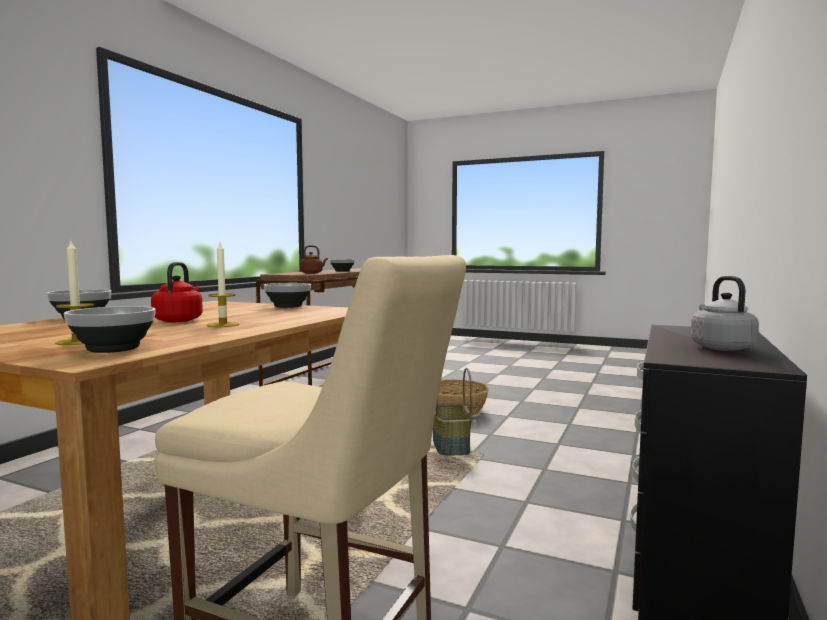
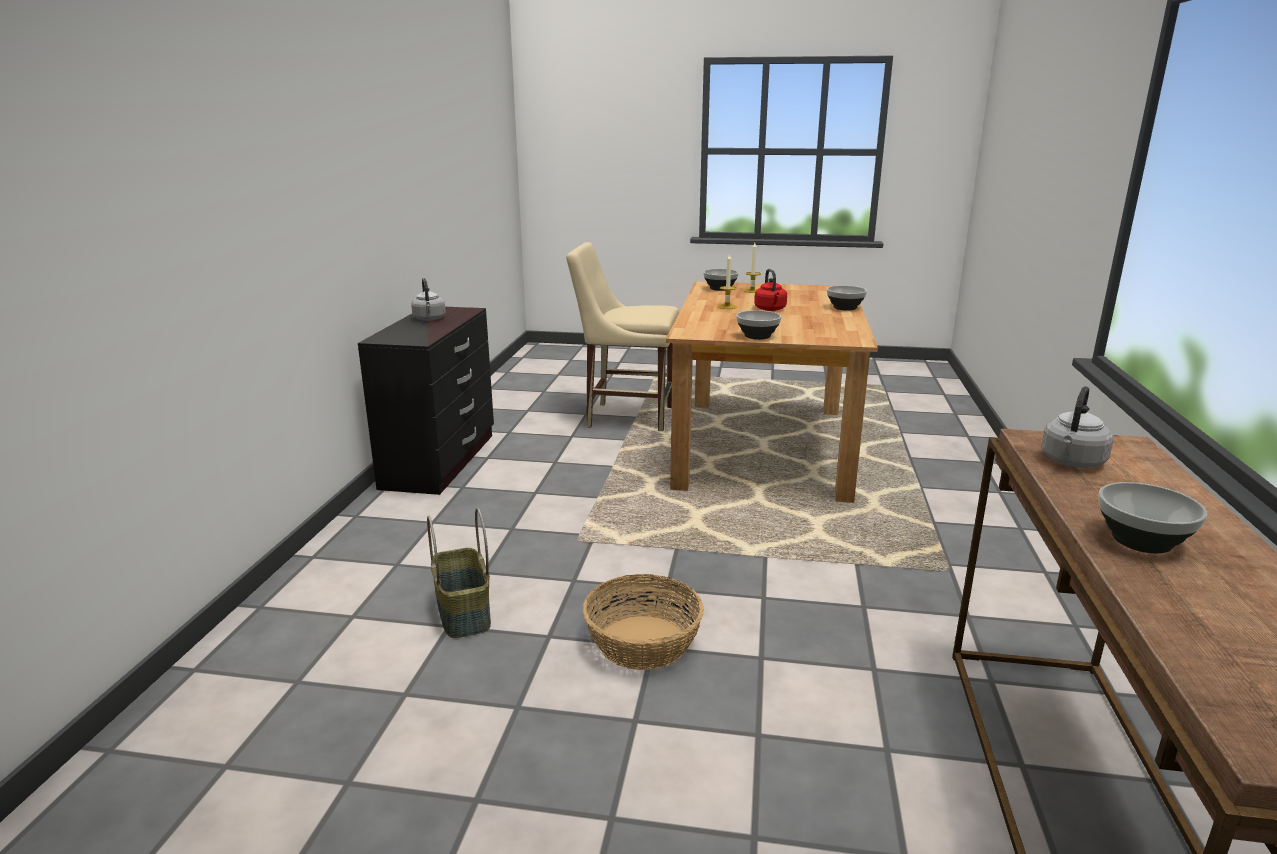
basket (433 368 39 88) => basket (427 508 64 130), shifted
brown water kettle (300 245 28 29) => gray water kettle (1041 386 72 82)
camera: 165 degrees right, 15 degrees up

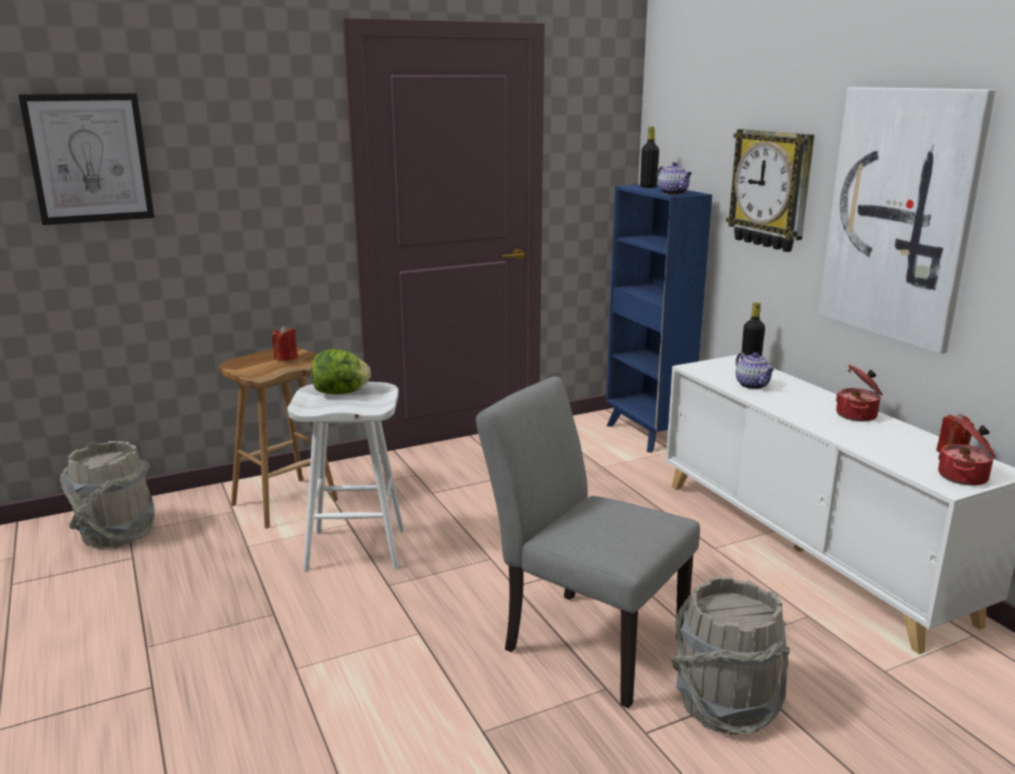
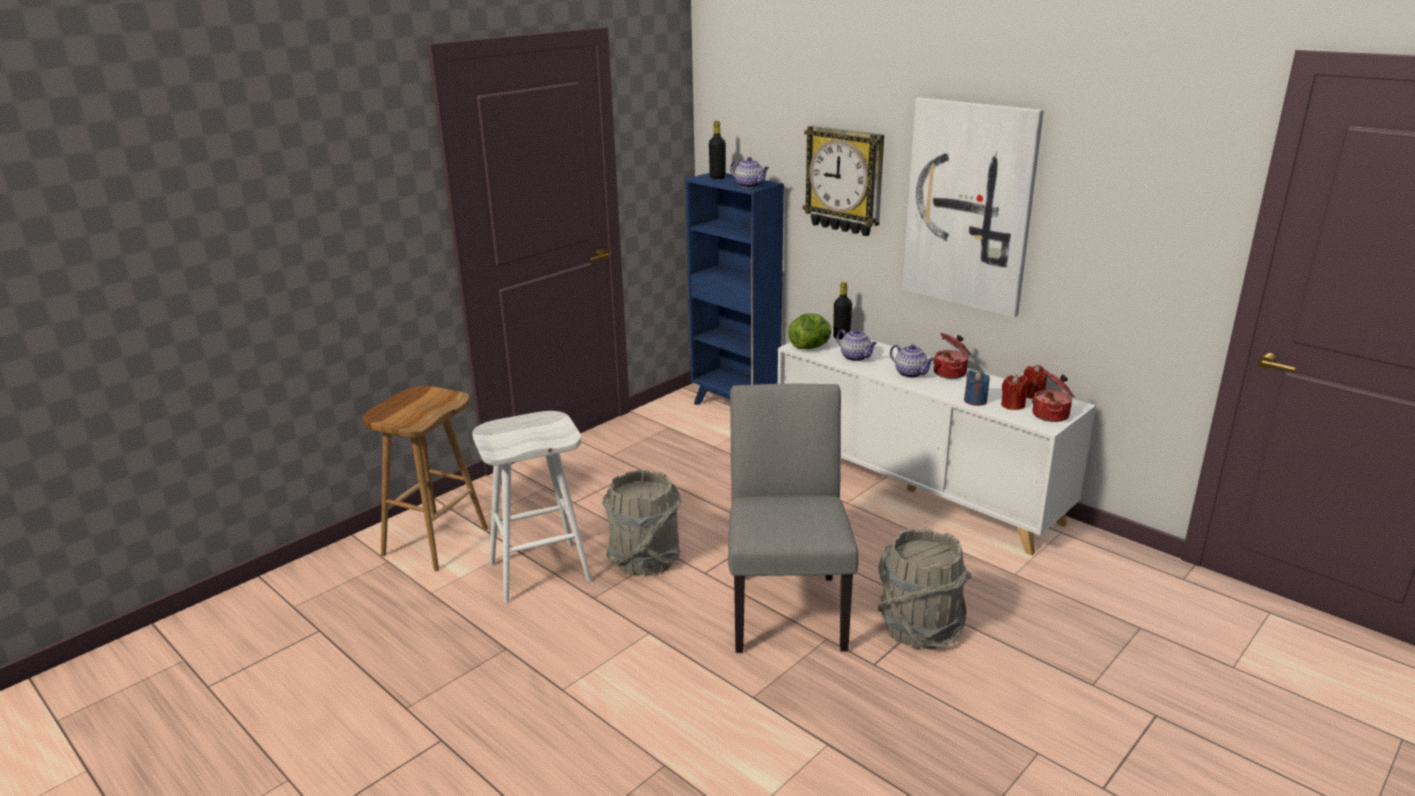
gray pail (60 441 95 107) => gray pail (602 470 80 106), shifted
gray chair (476 377 224 332) => gray chair (728 384 131 269), 75 degrees clockwise
head of lettuce (311 349 60 45) => head of lettuce (788 314 44 35), shifted
nothing => pot for tea (890 344 45 34)
nothing => bluish wax light (964 370 26 36)
reddish wax light (272 326 26 35) => reddish wax light (1001 374 27 36), shifted
wall art (18 93 136 132) => nothing
camera: 20 degrees left, 5 degrees up

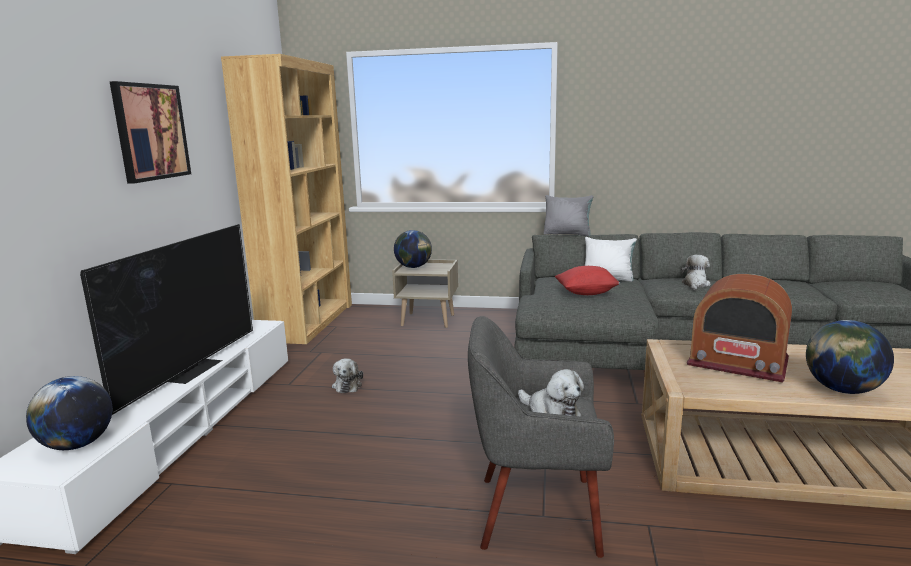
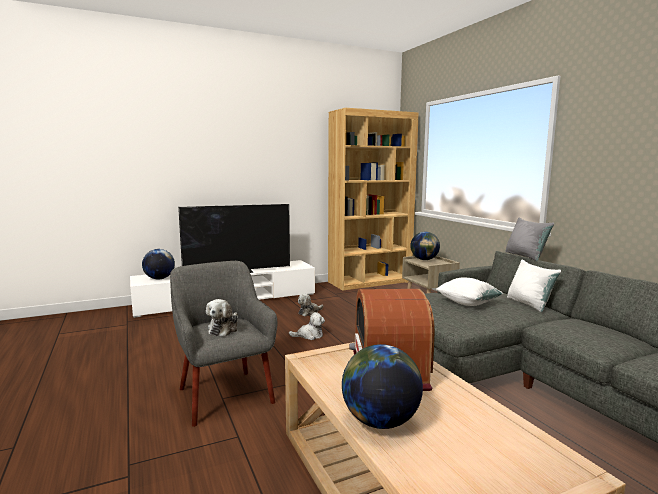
cuddly toy (681 255 29 35) => cuddly toy (289 312 36 28), shifted
reddish throw pillow (555 266 65 29) => white throw pillow (436 278 68 28)
wall art (110 81 81 103) => nothing
camera: 55 degrees right, 5 degrees down

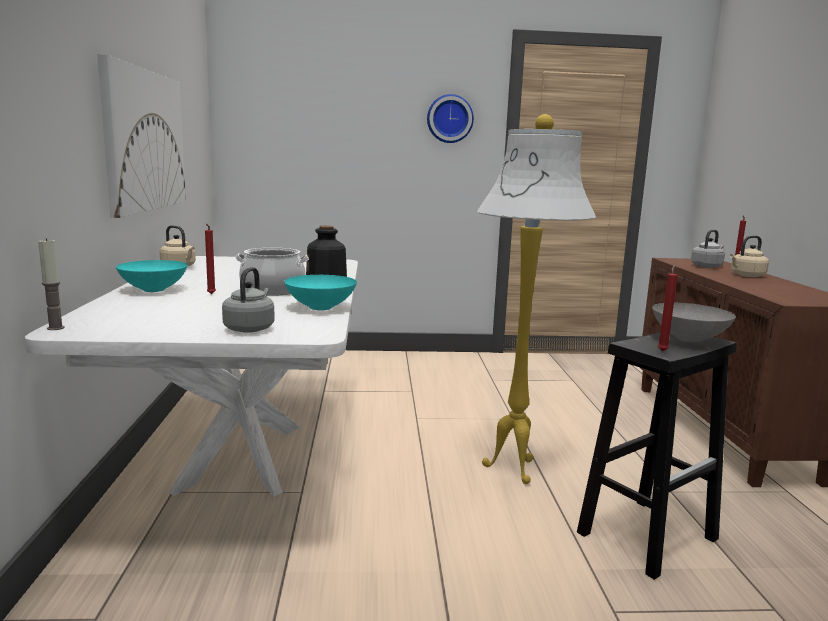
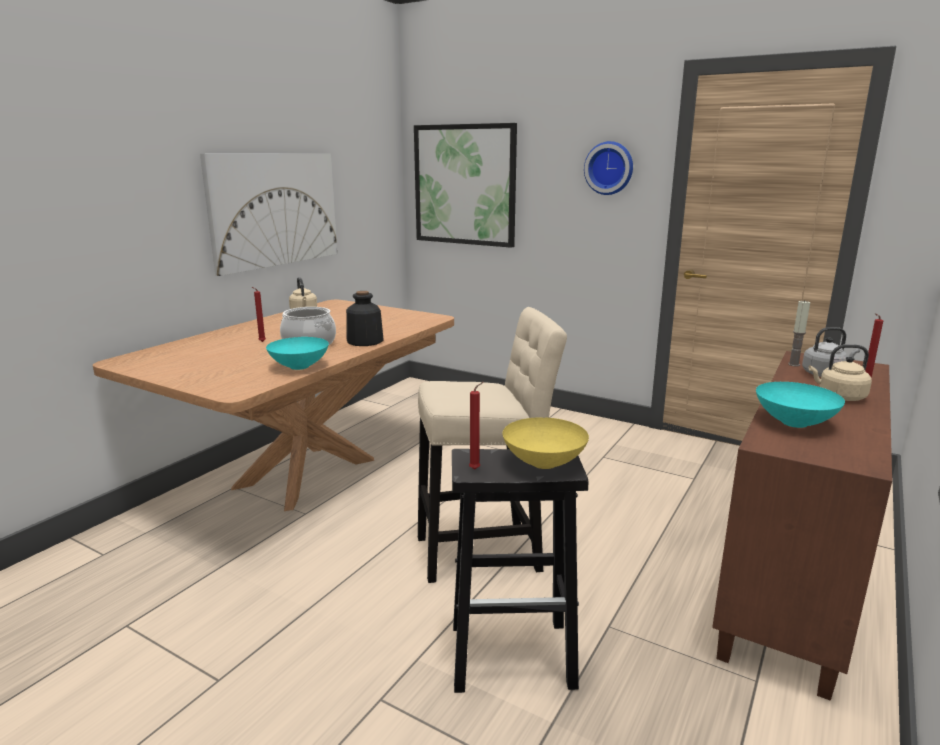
white dinner table (25 256 333 241) => brown dinner table (93 300 361 211)
nothing => wall art (414 123 103 125)
white floor lamp (477 114 119 370) => sand-coloured stool (418 307 149 276)
gray deep dish (652 303 84 39) => yellowish deep dish (502 417 87 52)
turquoise deep dish (116 260 72 32) => turquoise deep dish (756 382 89 46), shifted
wax light (38 238 26 92) => wax light (788 300 22 66), shifted
gray water kettle (222 267 53 66) => nothing
camera: 35 degrees right, 5 degrees up

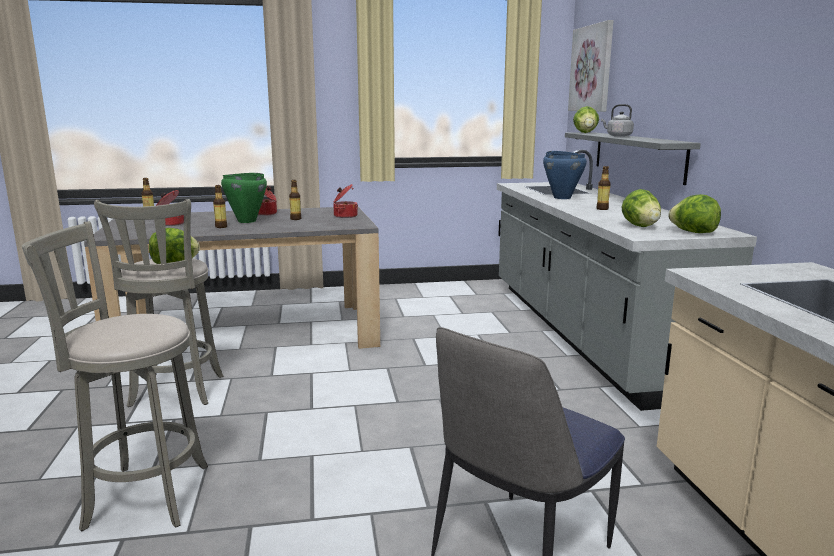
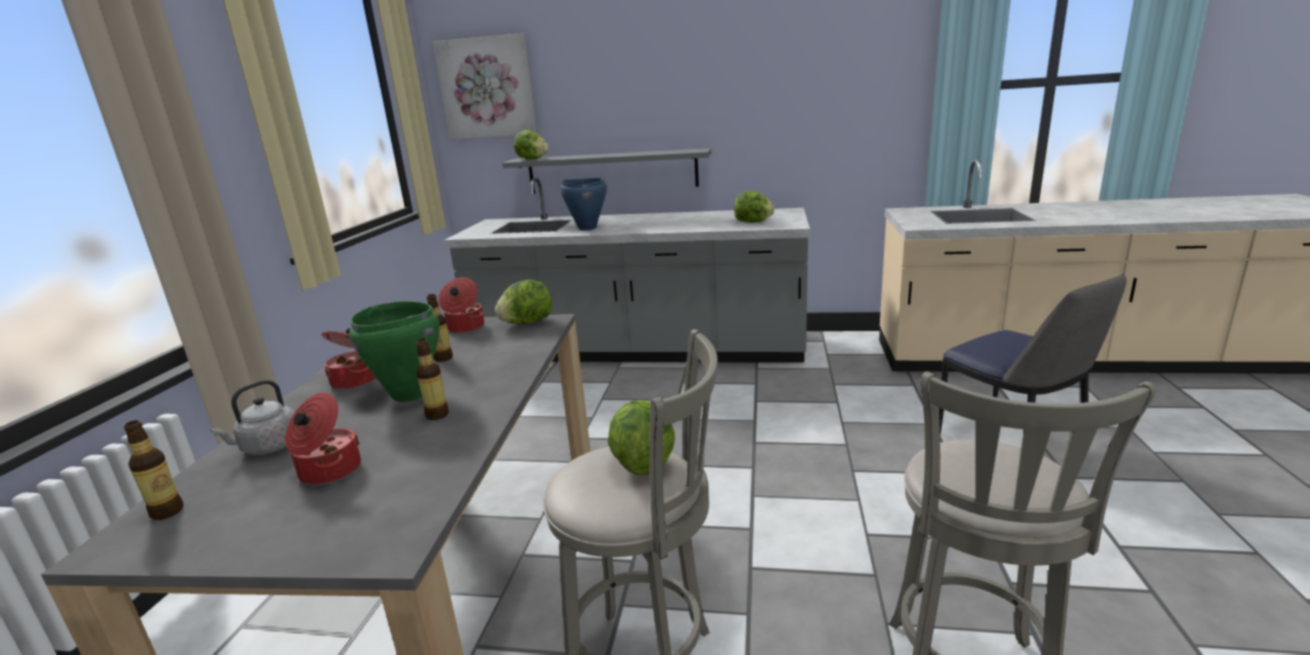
gray water kettle (601 104 33 33) => gray water kettle (210 380 85 75), shifted
head of lettuce (668 194 53 39) => head of lettuce (495 280 57 44), shifted
beverage bottle (596 166 15 44) => nothing
camera: 70 degrees left, 5 degrees up

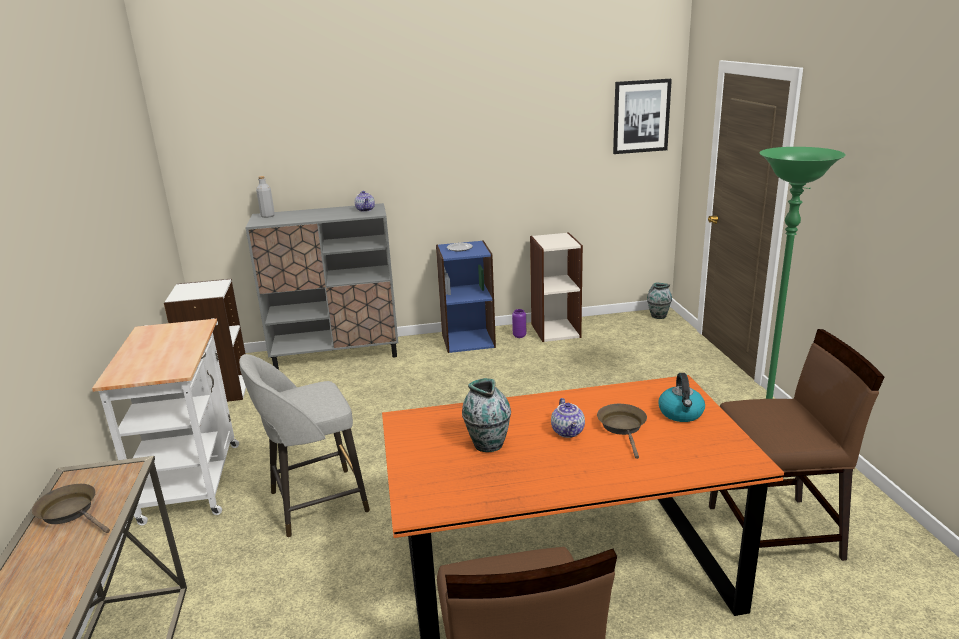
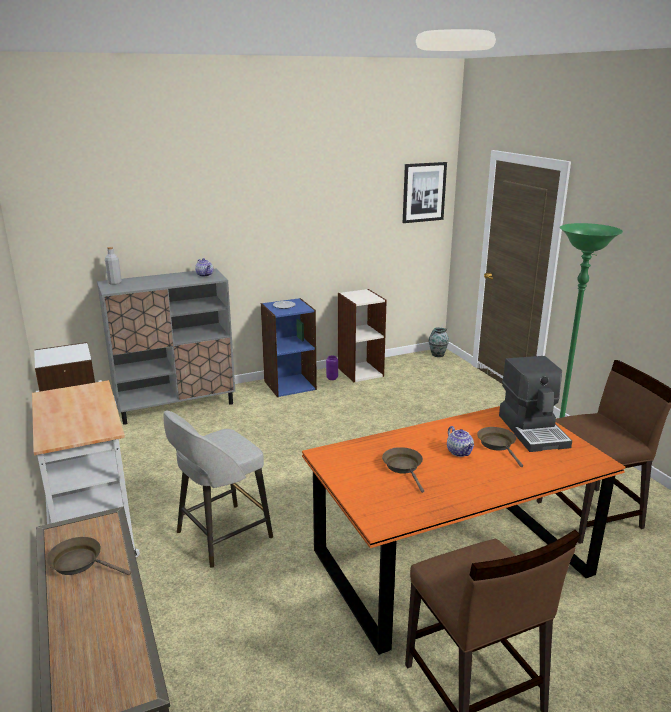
vase (462 378 49 74) => brown skillet (382 447 42 46)
water kettle (658 373 47 49) => coffee machine (499 356 73 96)
camera: 15 degrees left, 0 degrees up

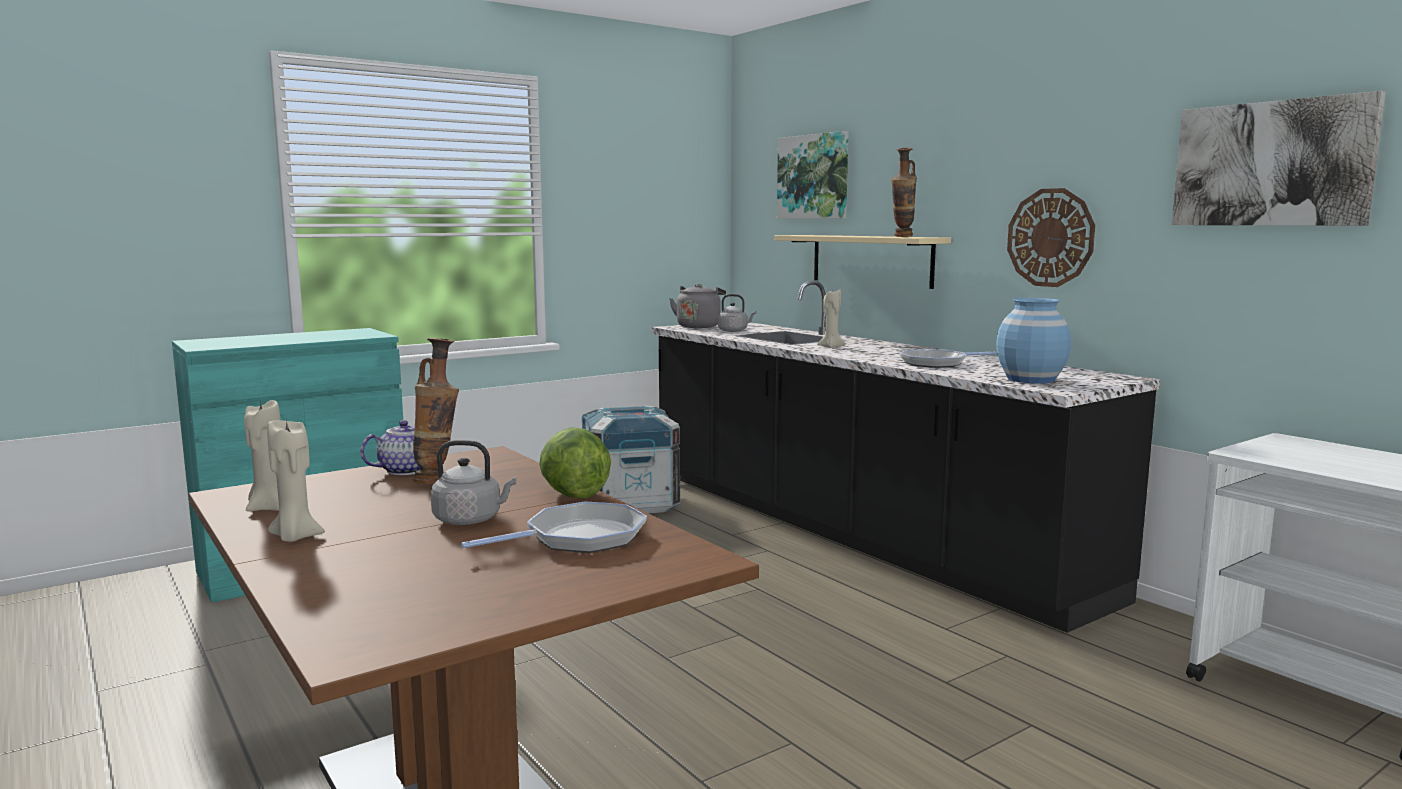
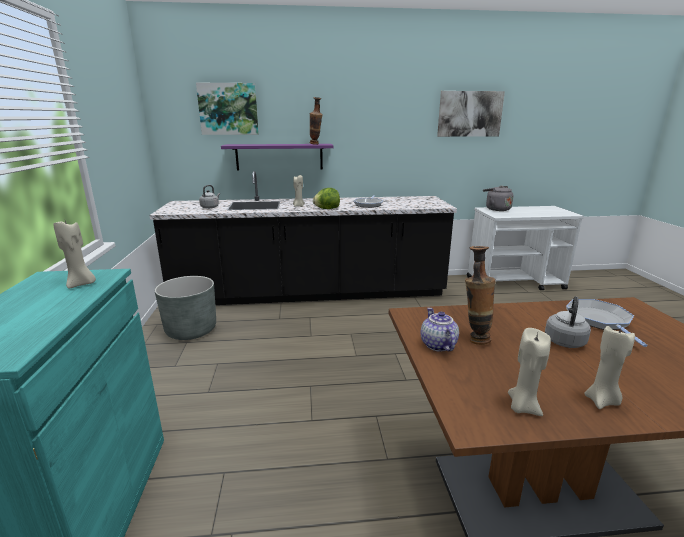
nothing => sand-coloured wax light (53 221 43 67)
shipping crate (582 405 98 108) => gray flower pot (155 276 61 64)
sand-coloured wall shelf (774 235 177 54) => purple-coloured wall shelf (221 144 112 27)
head of lettuce (539 427 72 72) => head of lettuce (313 188 27 21), shifted
gray water kettle (669 284 57 44) => gray water kettle (483 186 31 25), shifted
bluish vase (996 298 75 86) => nothing
clock on the wall (1007 188 88 99) => nothing
camera: 60 degrees left, 10 degrees up

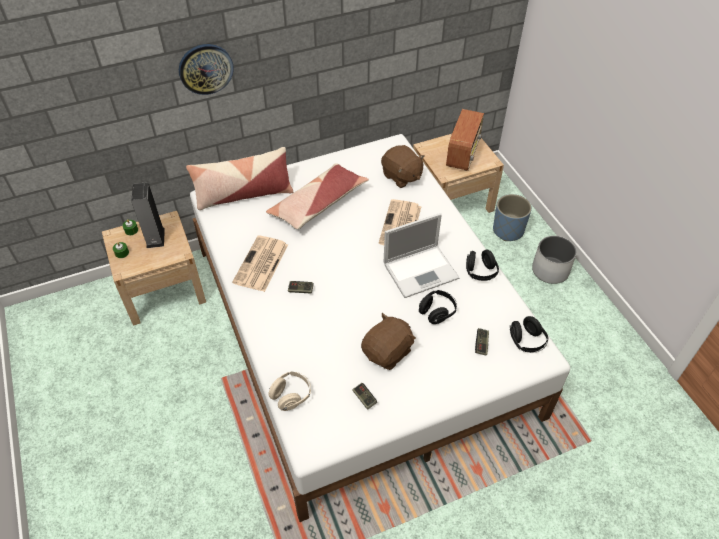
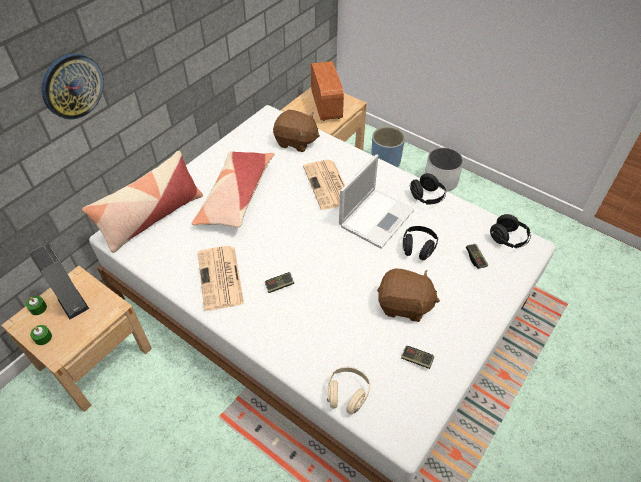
brown cuddly toy (361 313 55 57) => brown cuddly toy (377 268 63 54), 90 degrees clockwise
camera: 30 degrees left, 0 degrees up

